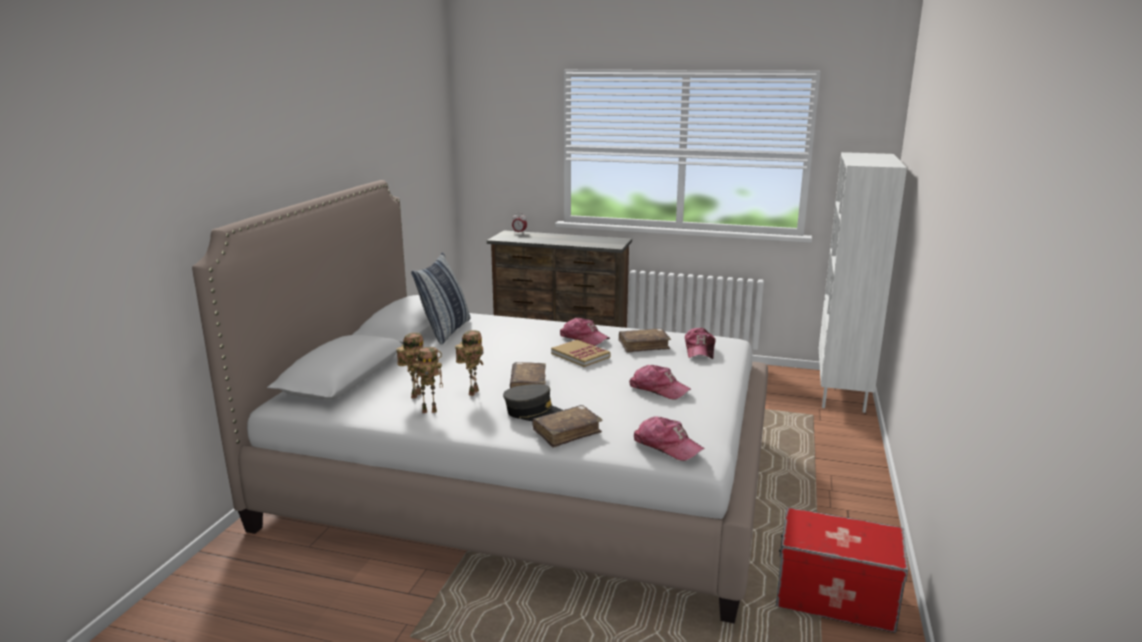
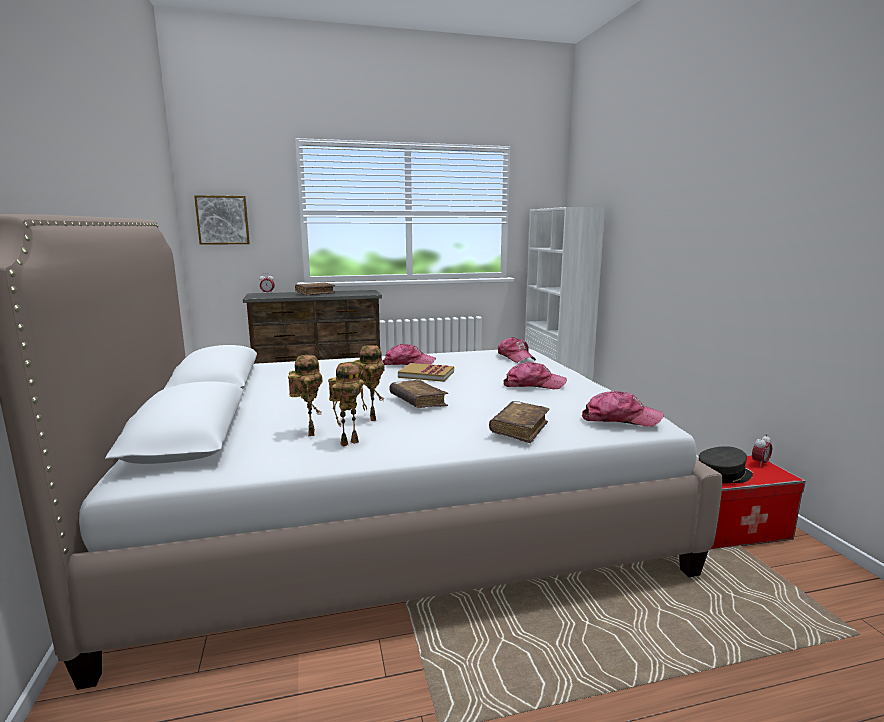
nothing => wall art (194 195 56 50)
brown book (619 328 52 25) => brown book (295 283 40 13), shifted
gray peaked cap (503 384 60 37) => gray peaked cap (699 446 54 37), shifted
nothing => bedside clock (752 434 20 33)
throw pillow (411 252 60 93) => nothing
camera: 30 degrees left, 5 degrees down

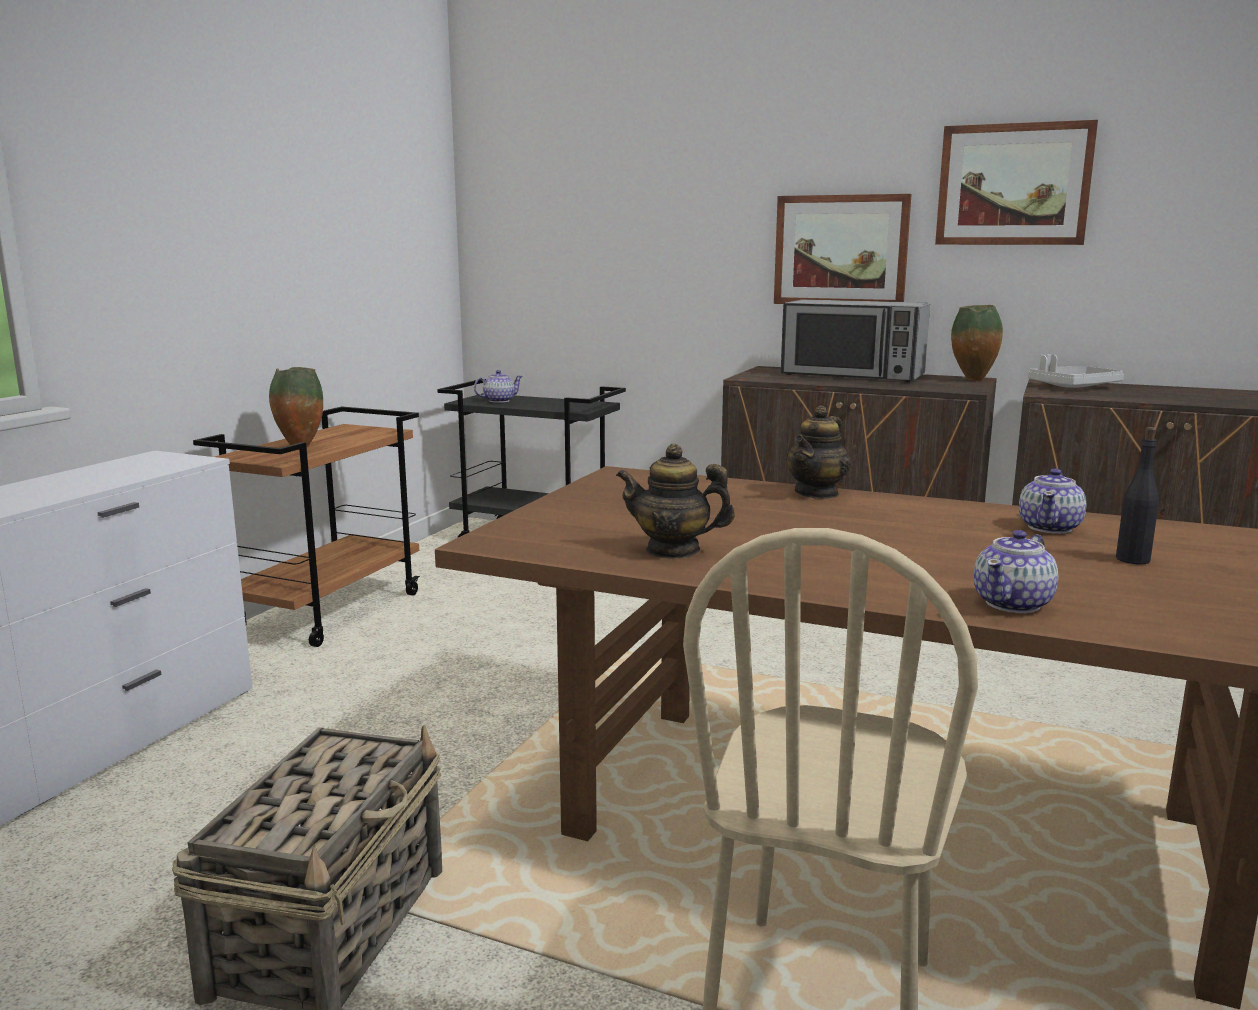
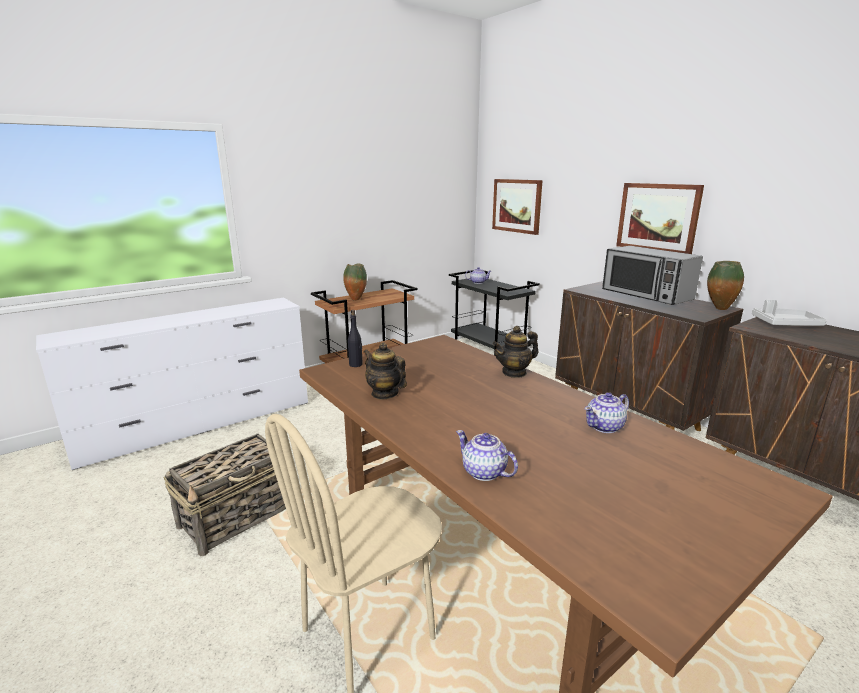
black beverage bottle (1116 427 43 138) => black beverage bottle (348 310 15 57), shifted
pot for tea (974 530 85 83) => pot for tea (456 430 62 51), 60 degrees clockwise
wall art (935 120 163 125) => wall art (492 179 51 56), shifted
camera: 30 degrees right, 5 degrees up

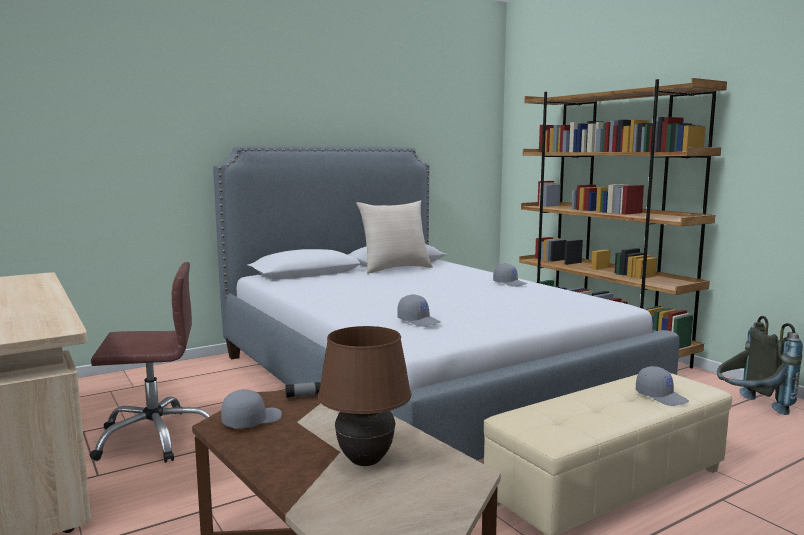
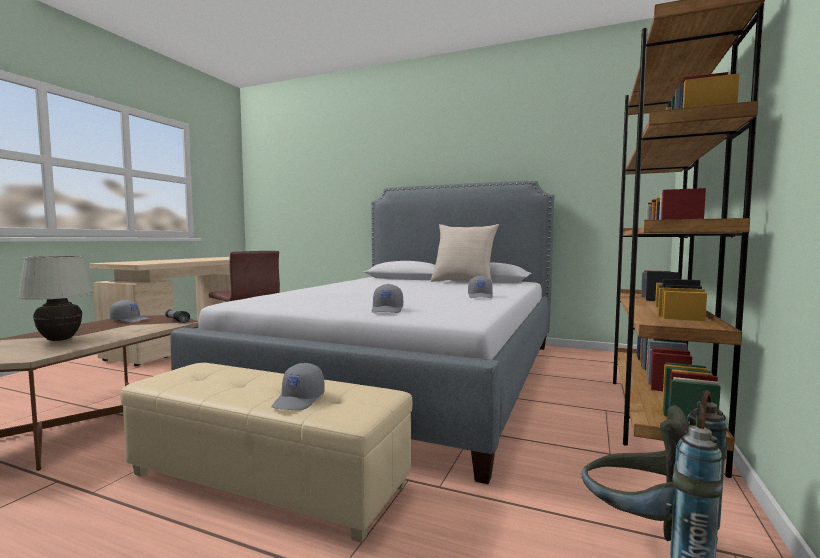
brown tabletop lamp (318 326 93 140) => white tabletop lamp (17 256 76 85)
gray peaked cap (397 294 43 33) => gray peaked cap (372 284 31 29), shifted
camera: 55 degrees right, 5 degrees down

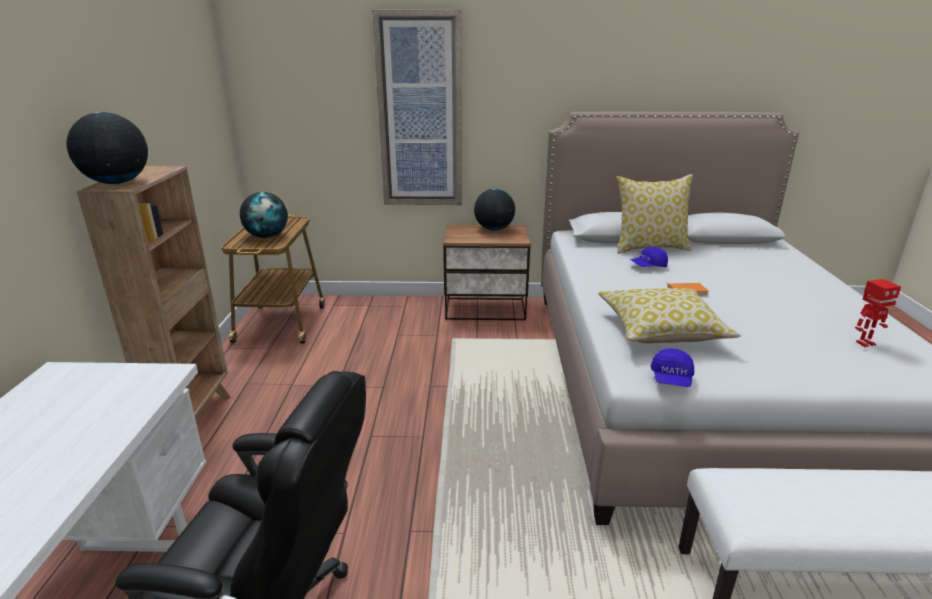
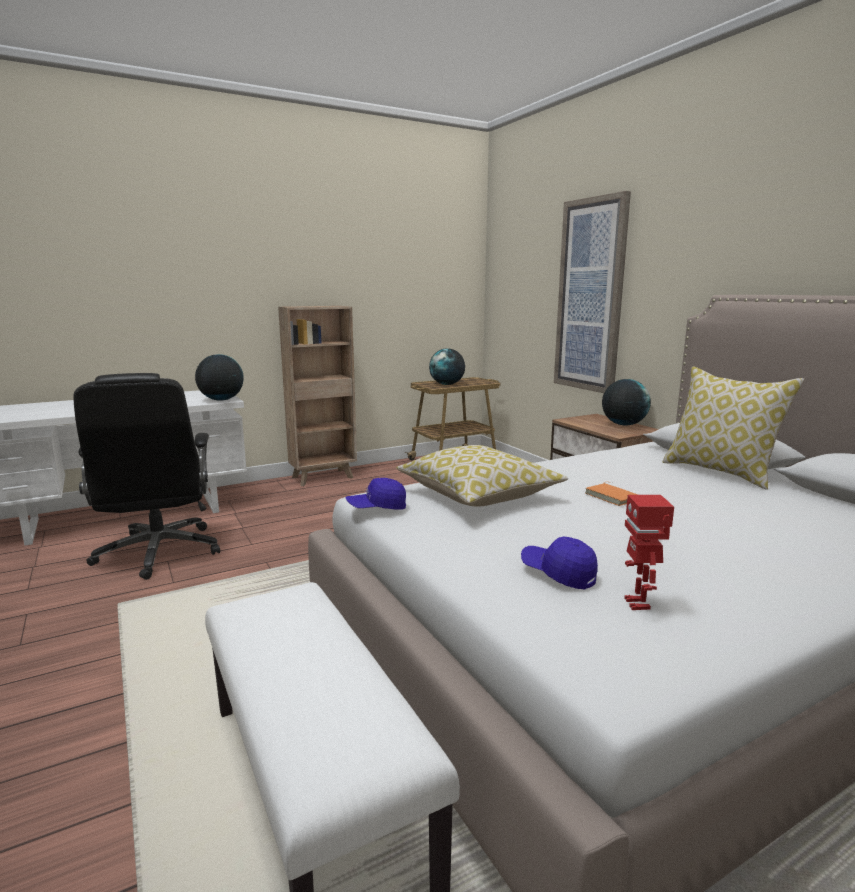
world globe (67 112 81 72) => world globe (195 354 49 47), shifted
bluish peaked cap (630 247 38 20) => bluish peaked cap (521 537 77 52), shifted
model robot (855 279 46 68) => model robot (624 495 50 115), 45 degrees clockwise
camera: 60 degrees right, 10 degrees down

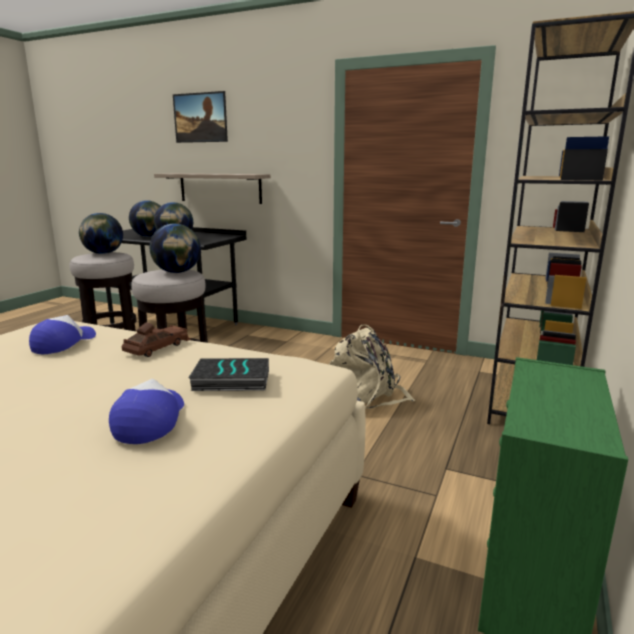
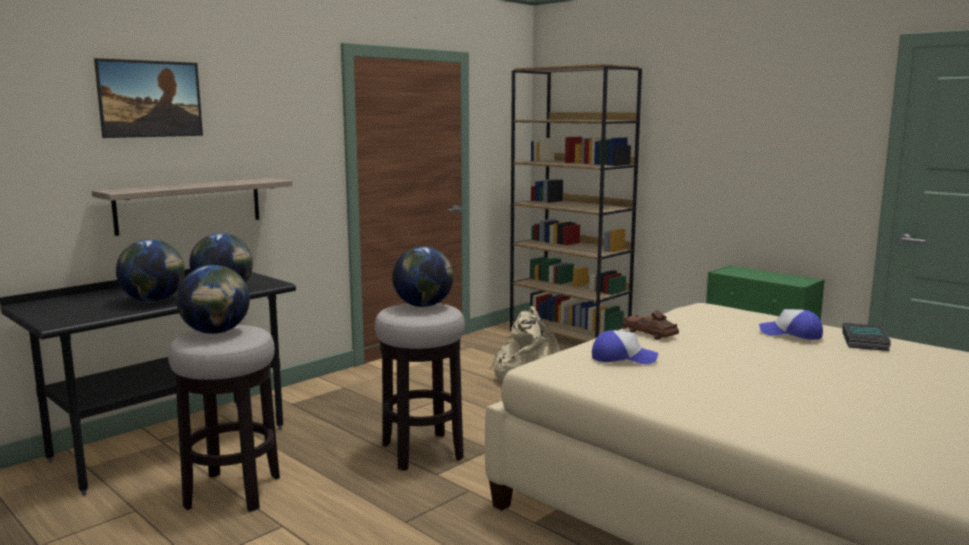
peaked cap (29 315 67 39) => peaked cap (592 330 66 35), 150 degrees clockwise
book (188 358 81 33) => book (842 323 49 28), shifted
camera: 70 degrees left, 5 degrees down

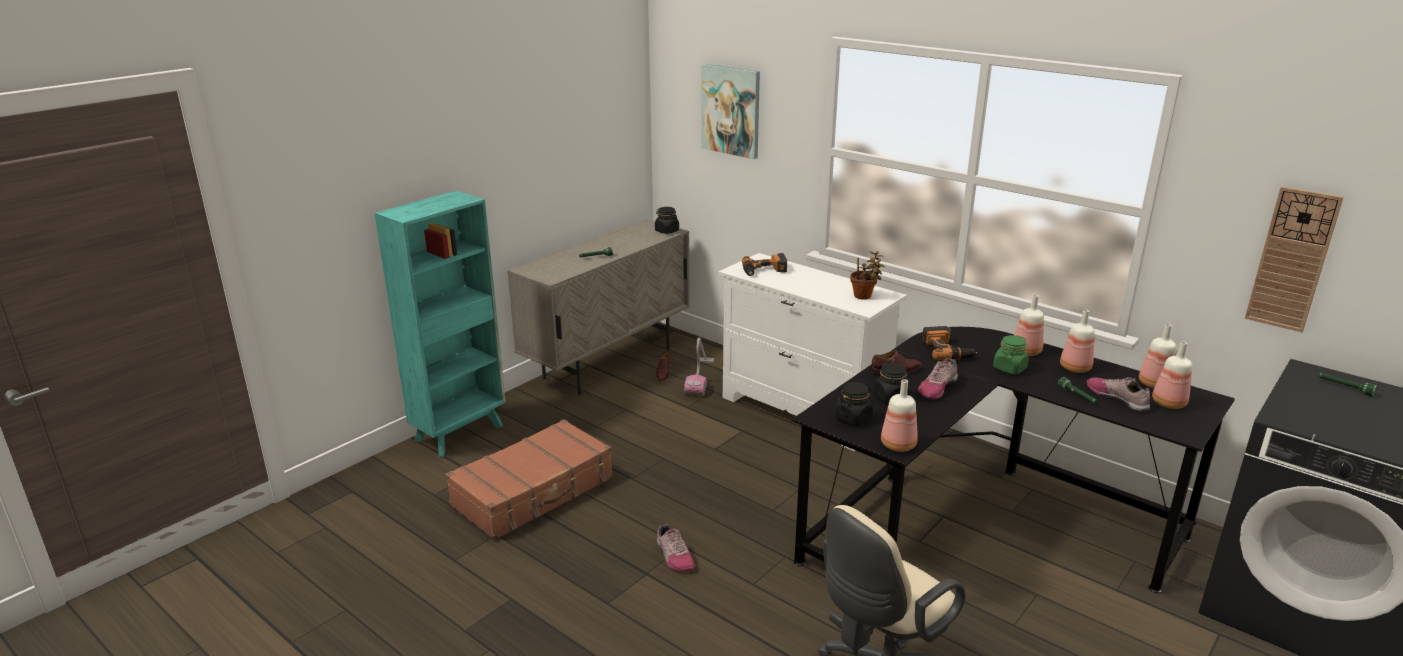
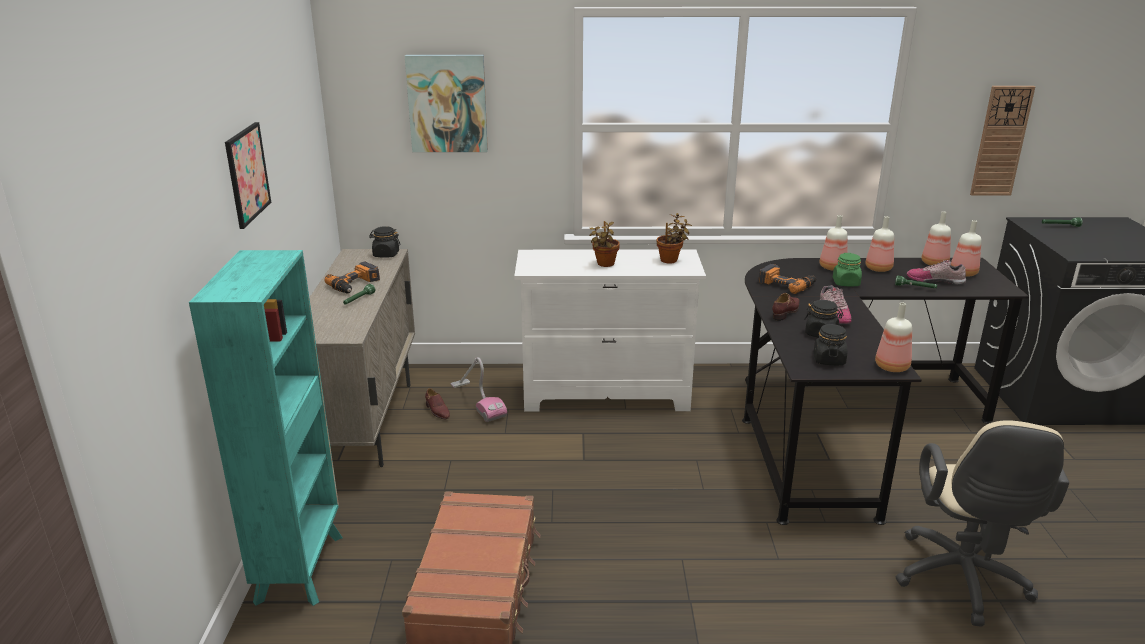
nothing => wall art (225 122 46 107)
electric drill (742 253 45 23) => electric drill (325 261 55 33), shifted
nothing => houseplant (589 221 31 46)
item of footwear (657 524 38 48) => nothing
camera: 40 degrees left, 0 degrees up

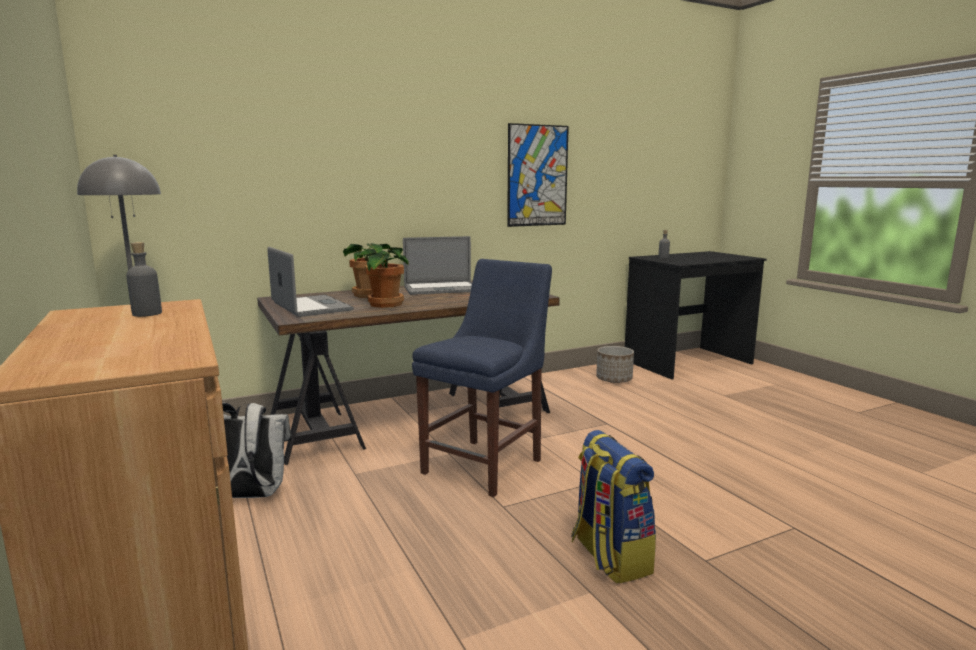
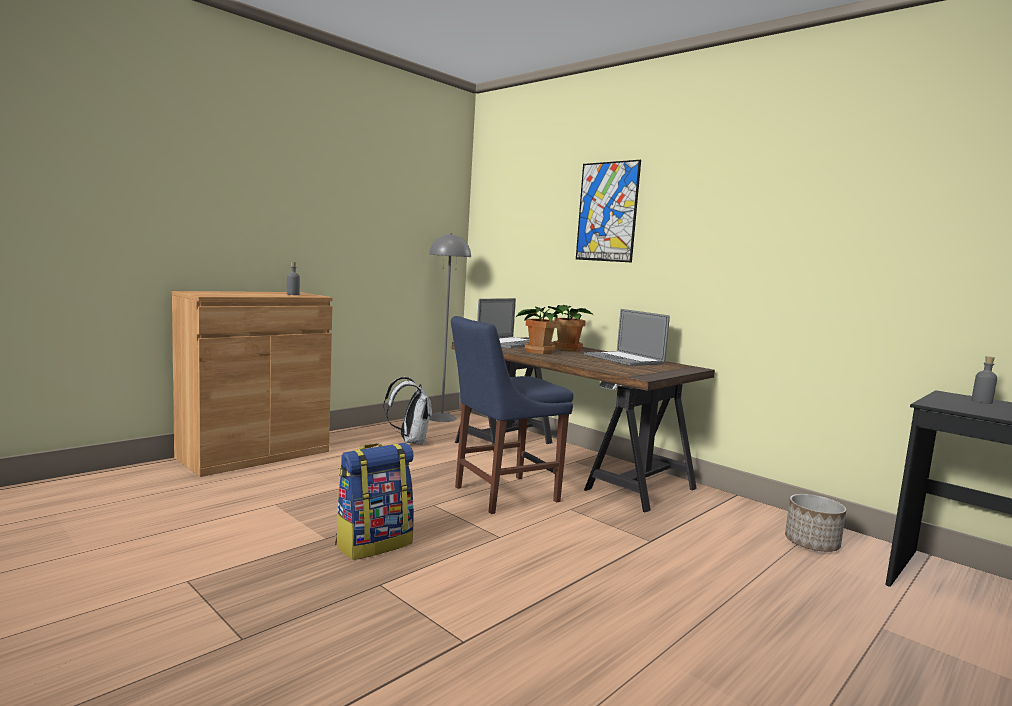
bluish chair (412 259 140 238) => bluish chair (451 316 122 198), 135 degrees clockwise
wall art (507 123 62 104) => wall art (576 160 65 103), shifted
camera: 70 degrees right, 5 degrees down

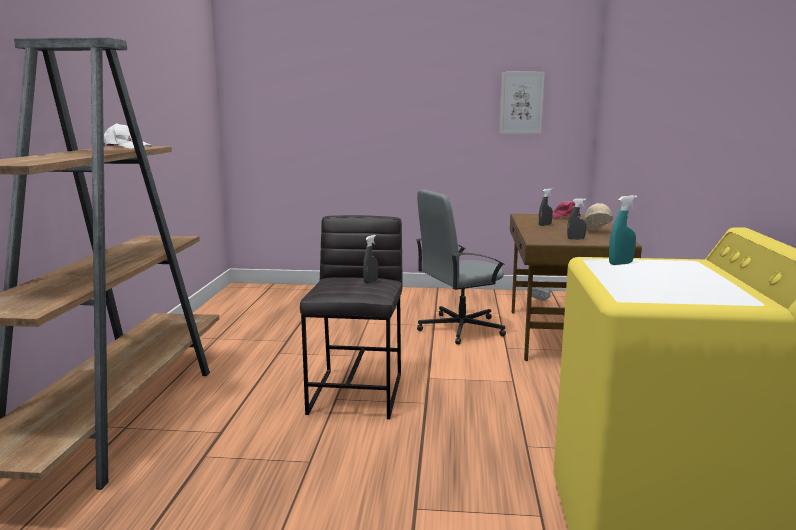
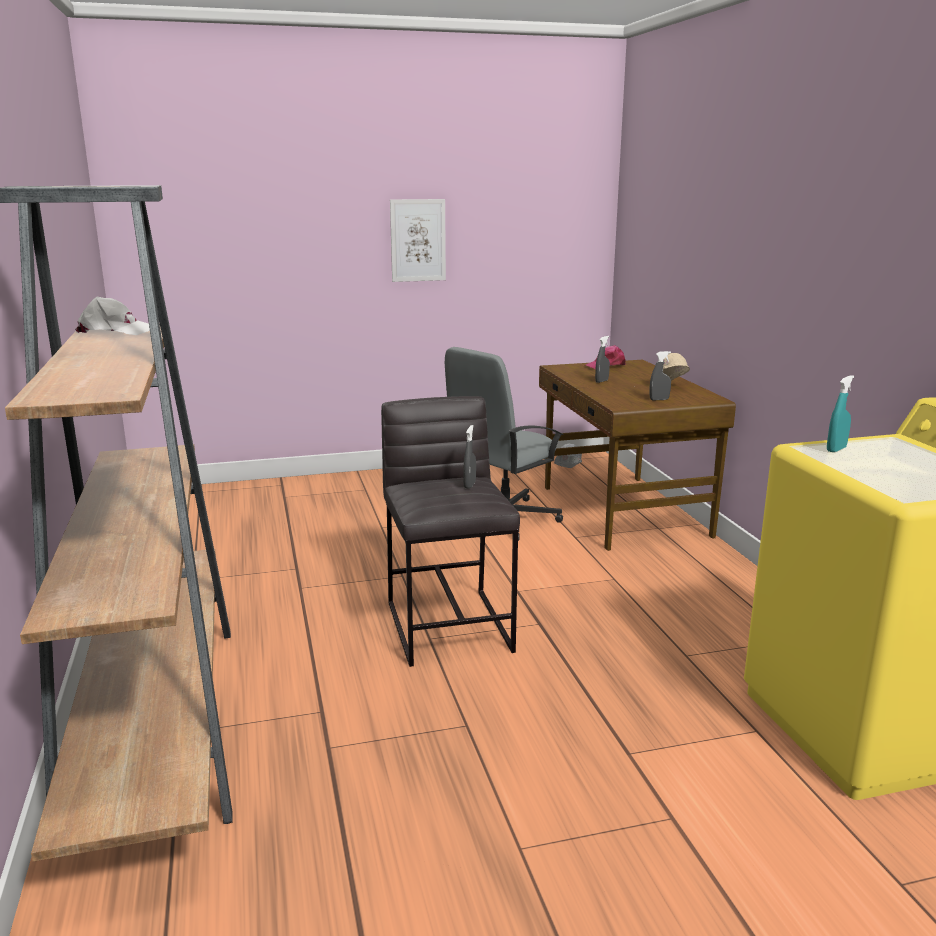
wall art (499 72 46 62) => wall art (390 199 56 83), shifted
camera: 20 degrees left, 5 degrees up

